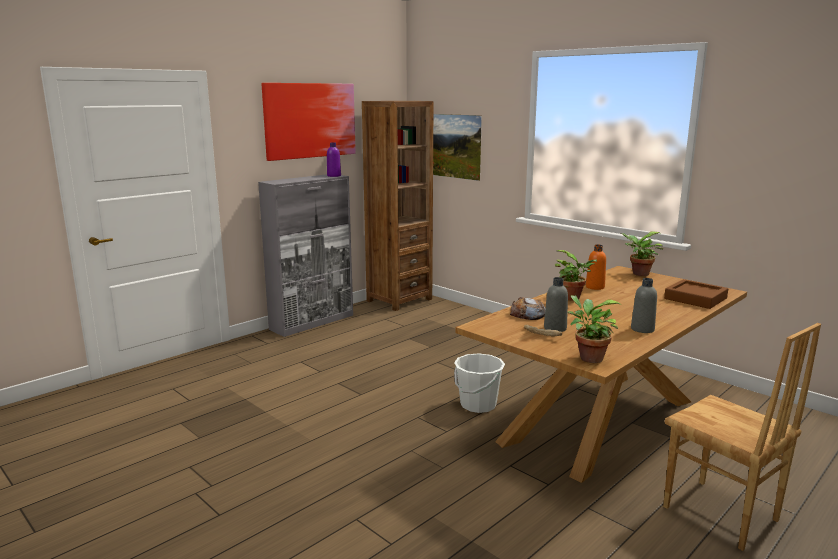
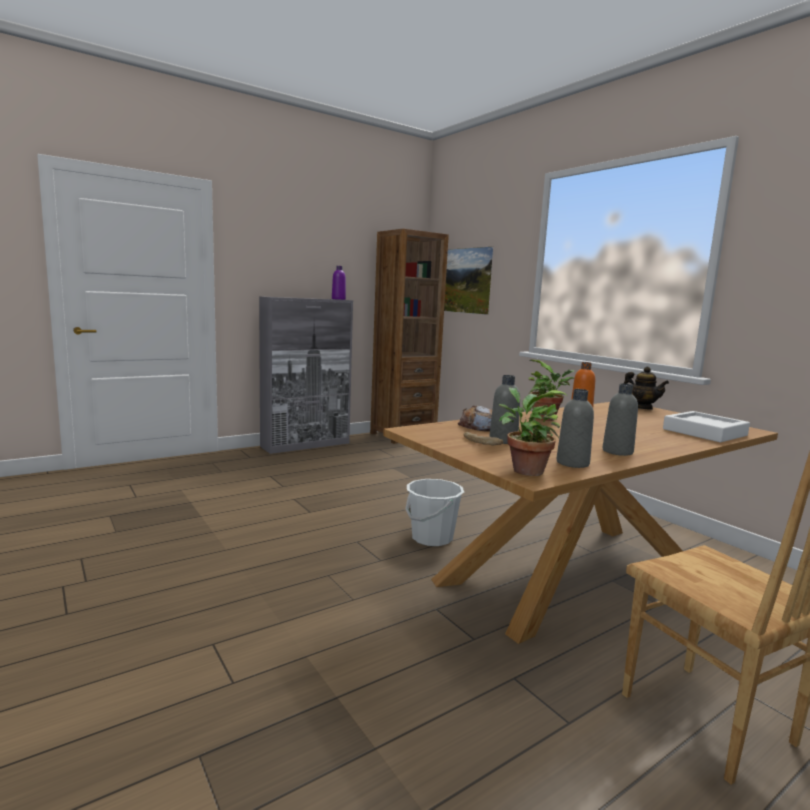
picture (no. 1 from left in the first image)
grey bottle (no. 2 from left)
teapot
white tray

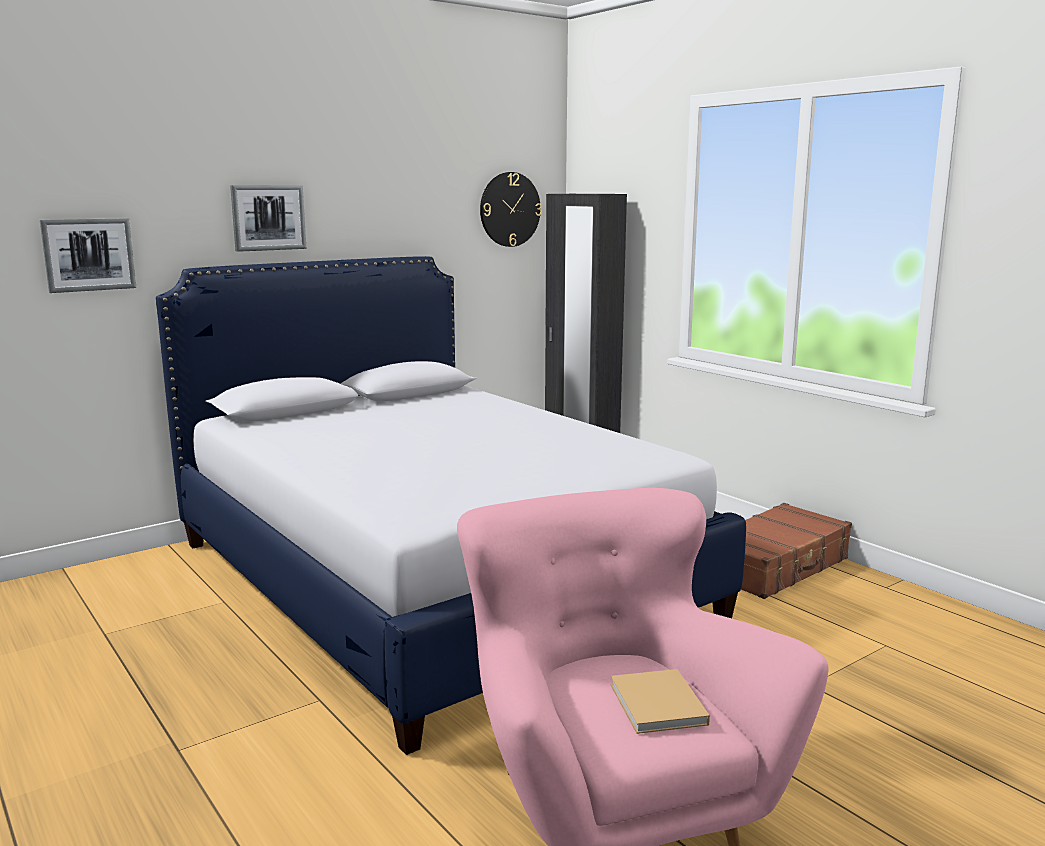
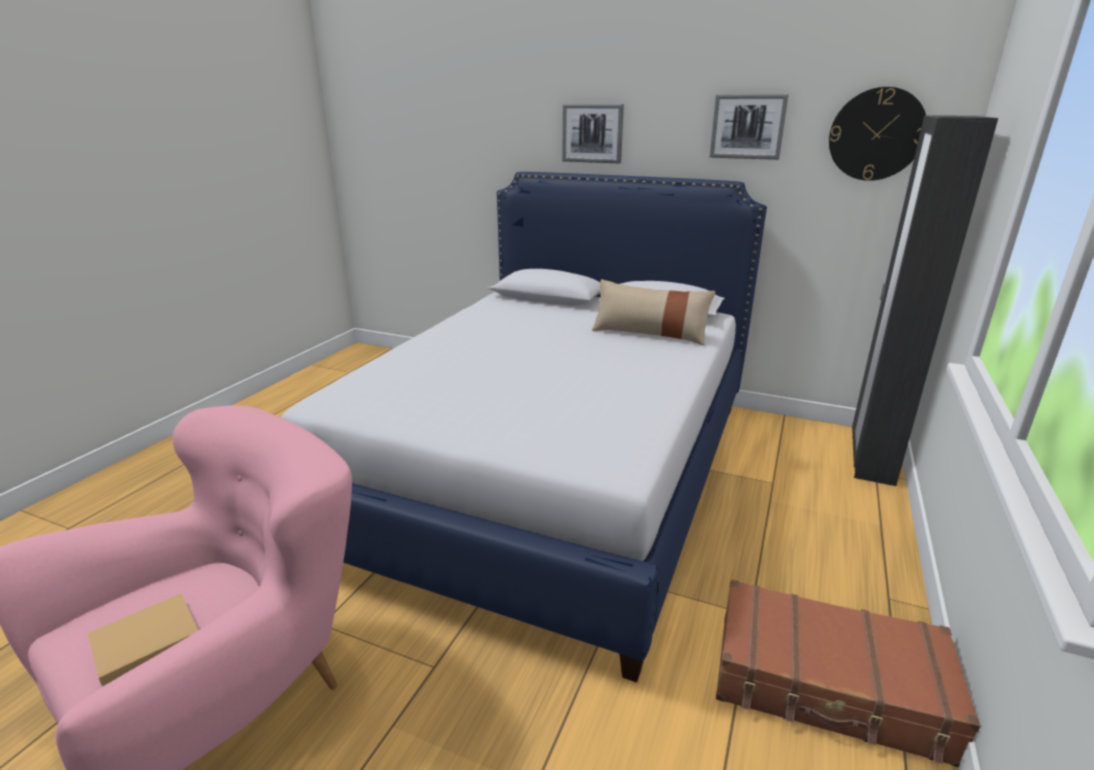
beige pillow
picture (no. 2 from left)

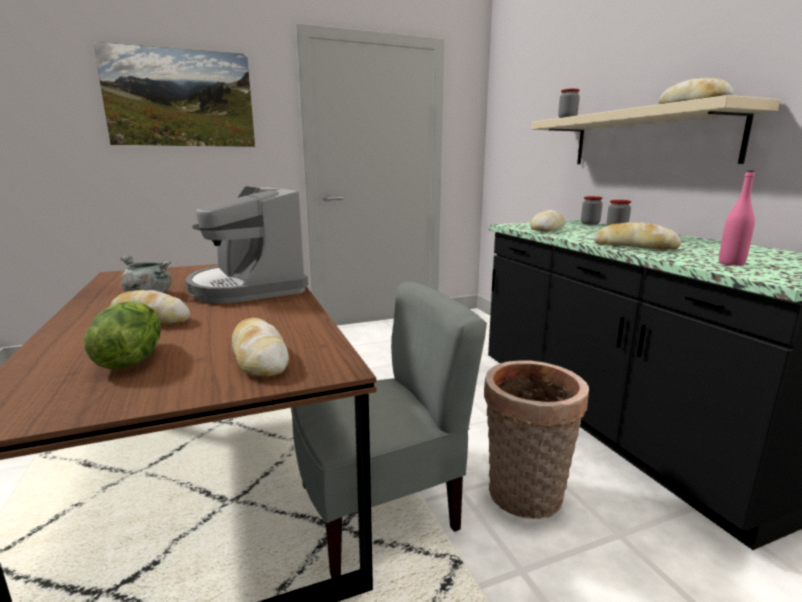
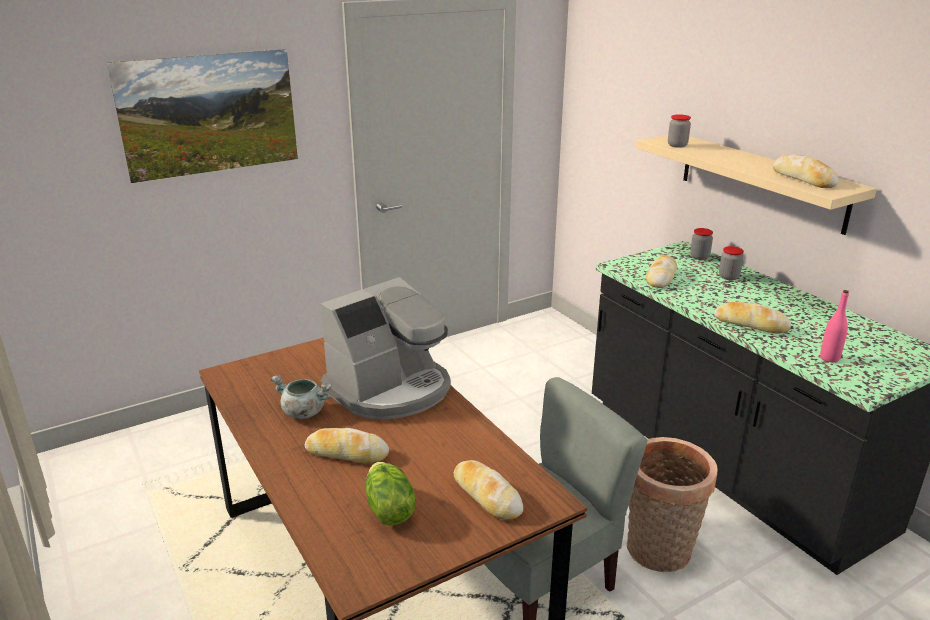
coffee machine

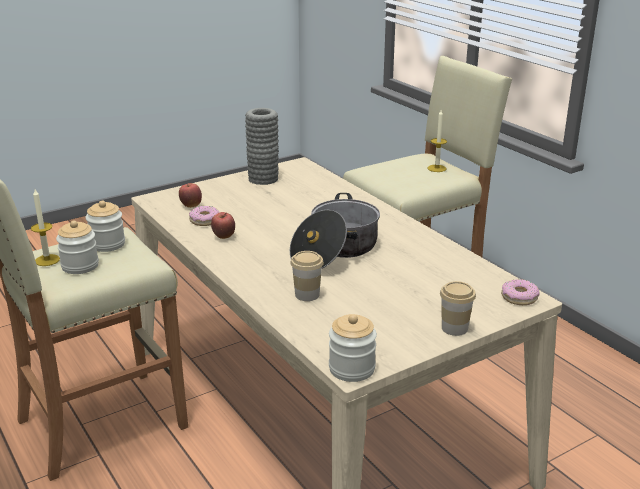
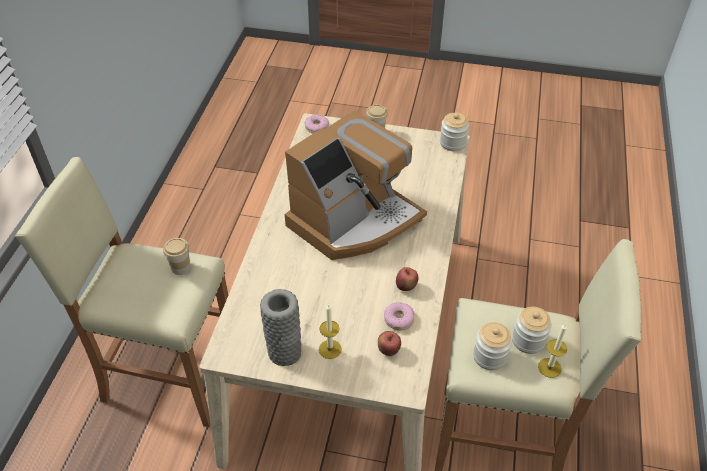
cup (no. 1 from left)
candle (no. 1 from left)
coffee machine

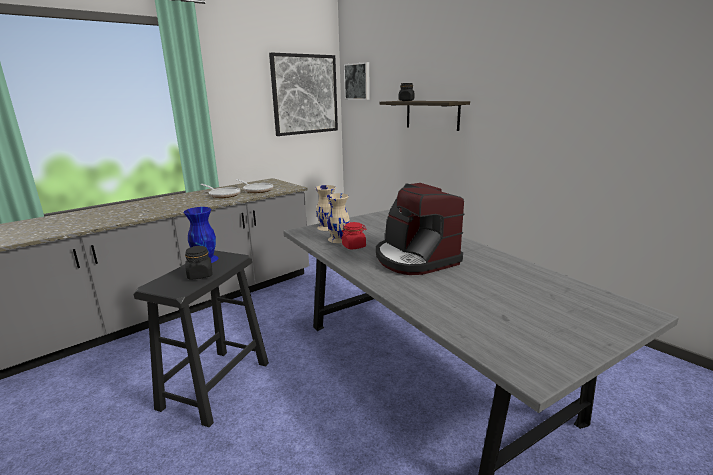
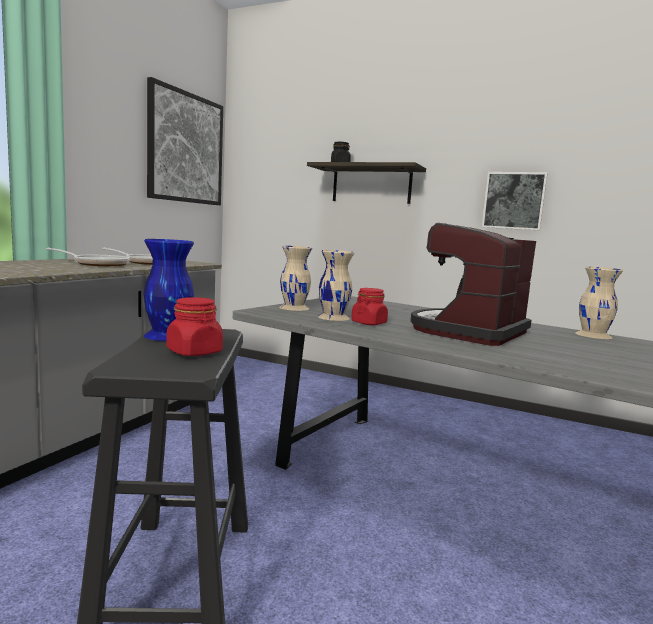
beige vase (no. 3 from left)
picture (no. 2 from left)
red jar (no. 1 from left)
coffee machine

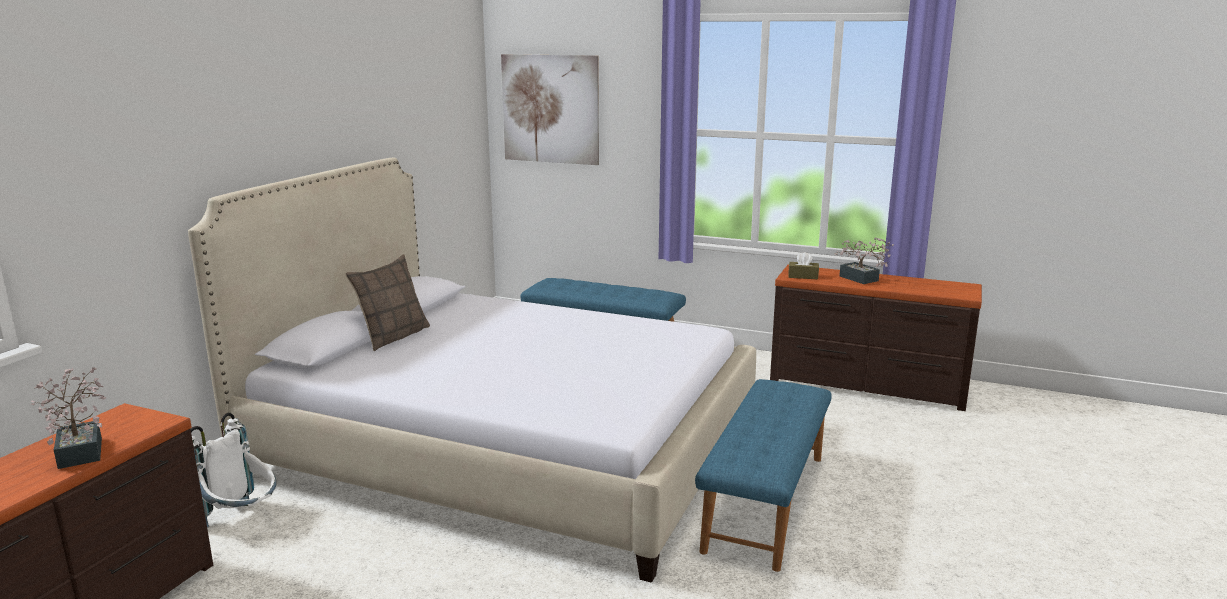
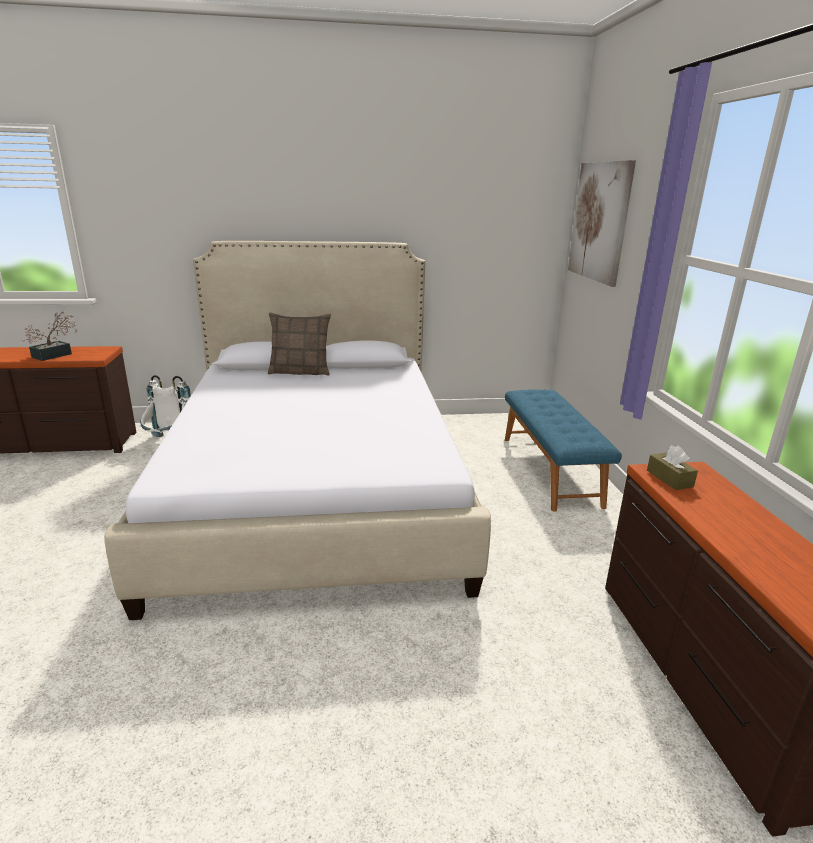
blue bench (no. 2 from left in the first image)
potted plant (no. 2 from left in the first image)

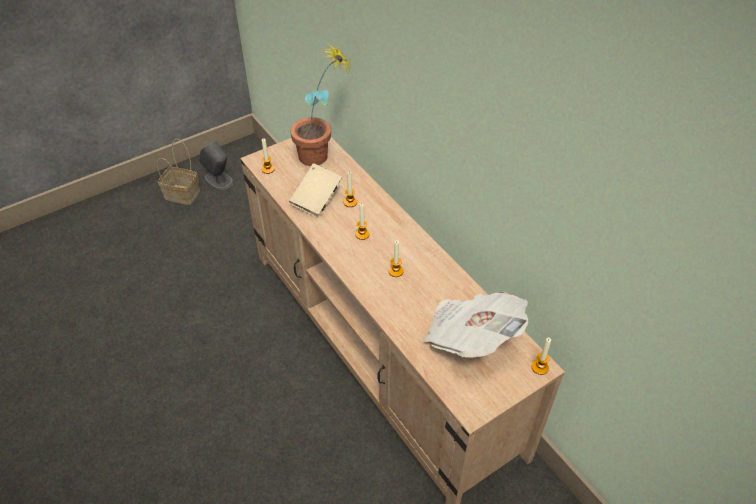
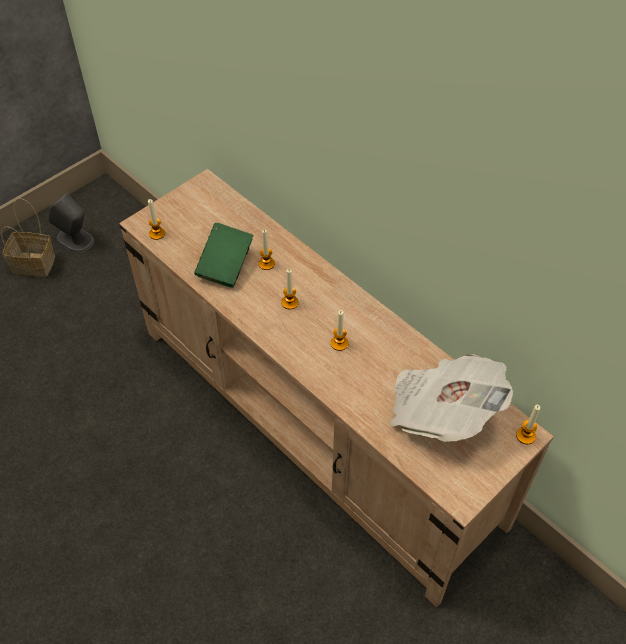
potted plant
green book

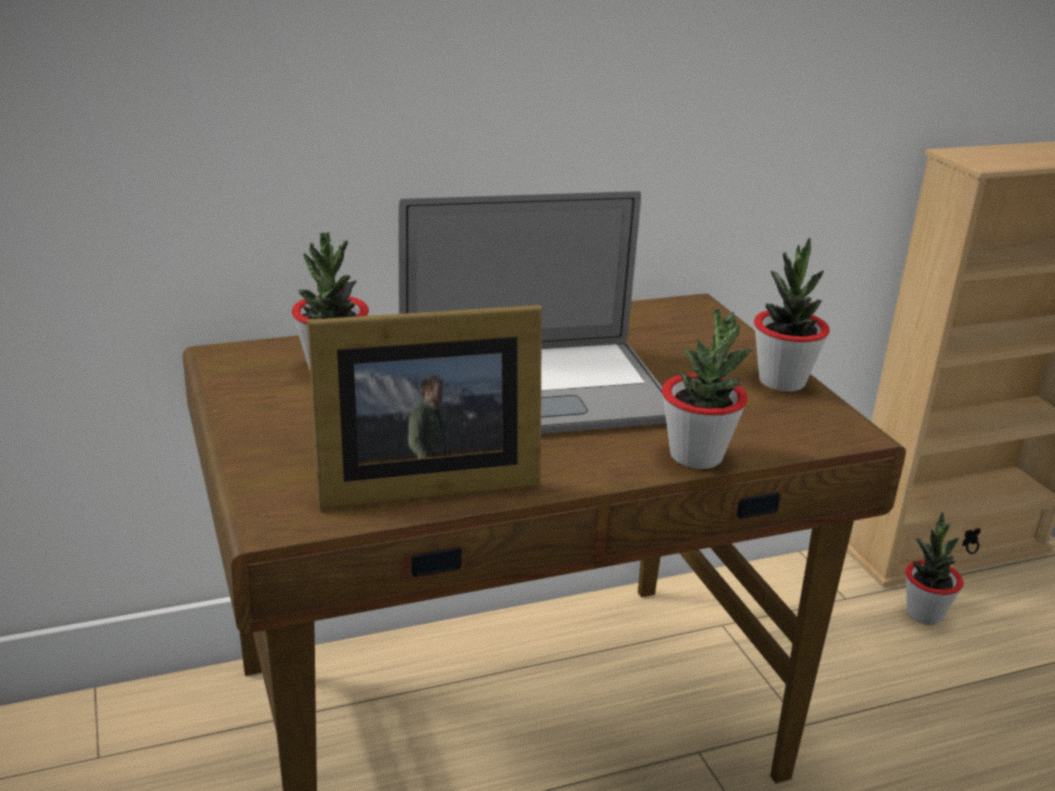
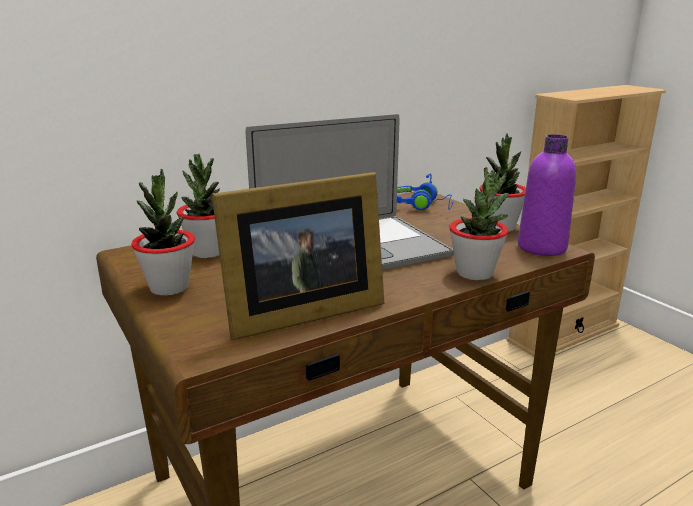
blue headphones
purple bottle
potted plant (no. 1 from left)

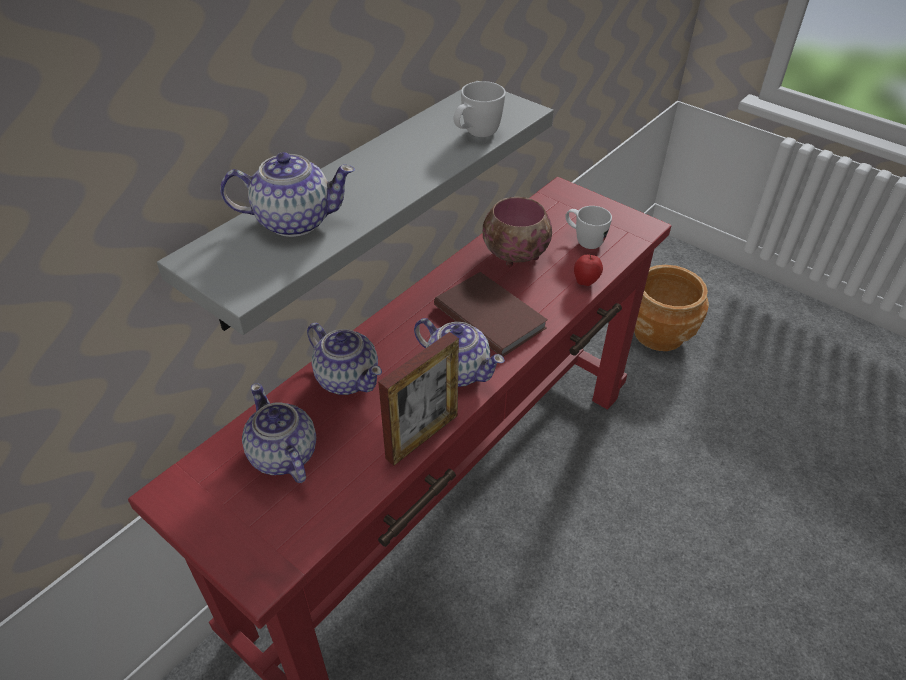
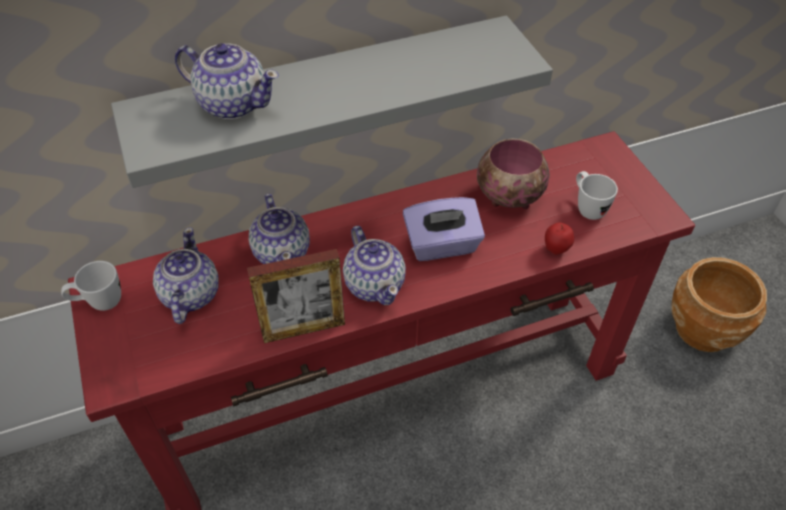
white mug (no. 1 from left)
purple tissue box

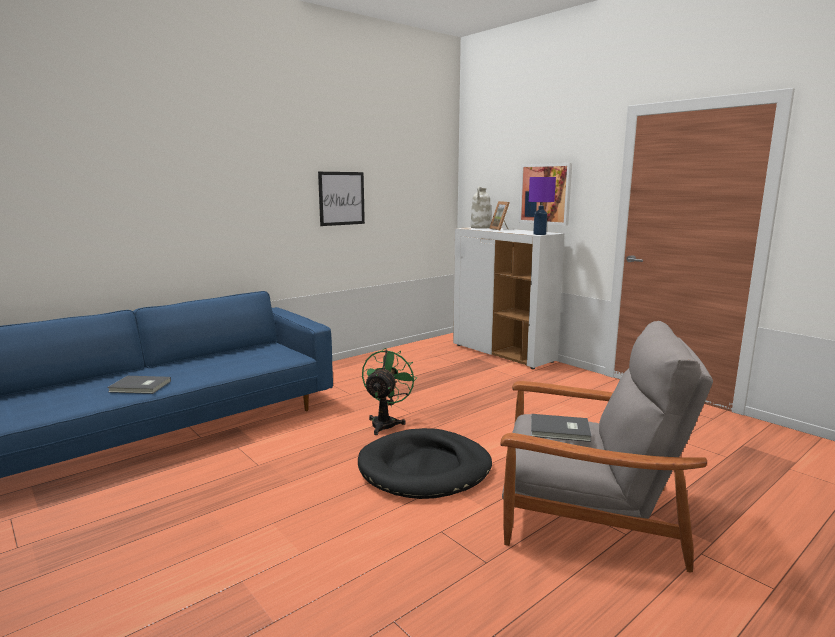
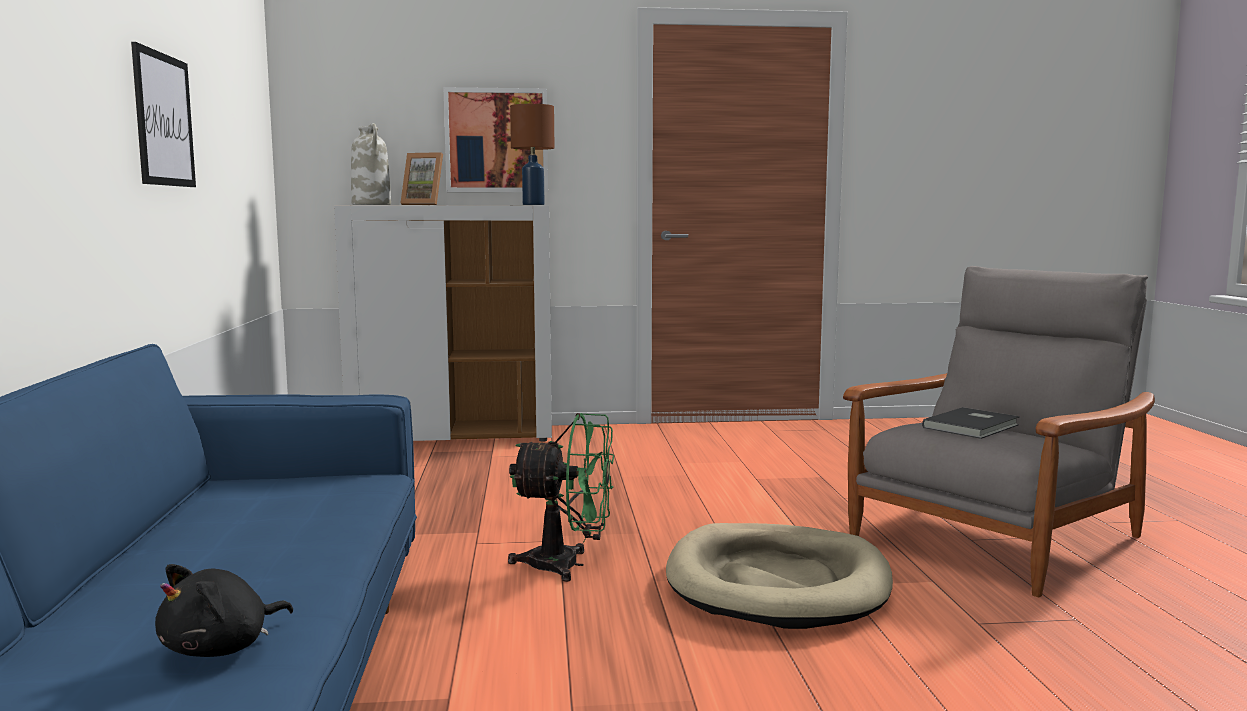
black plush toy
beige dog bed
brown table lamp
green fan

